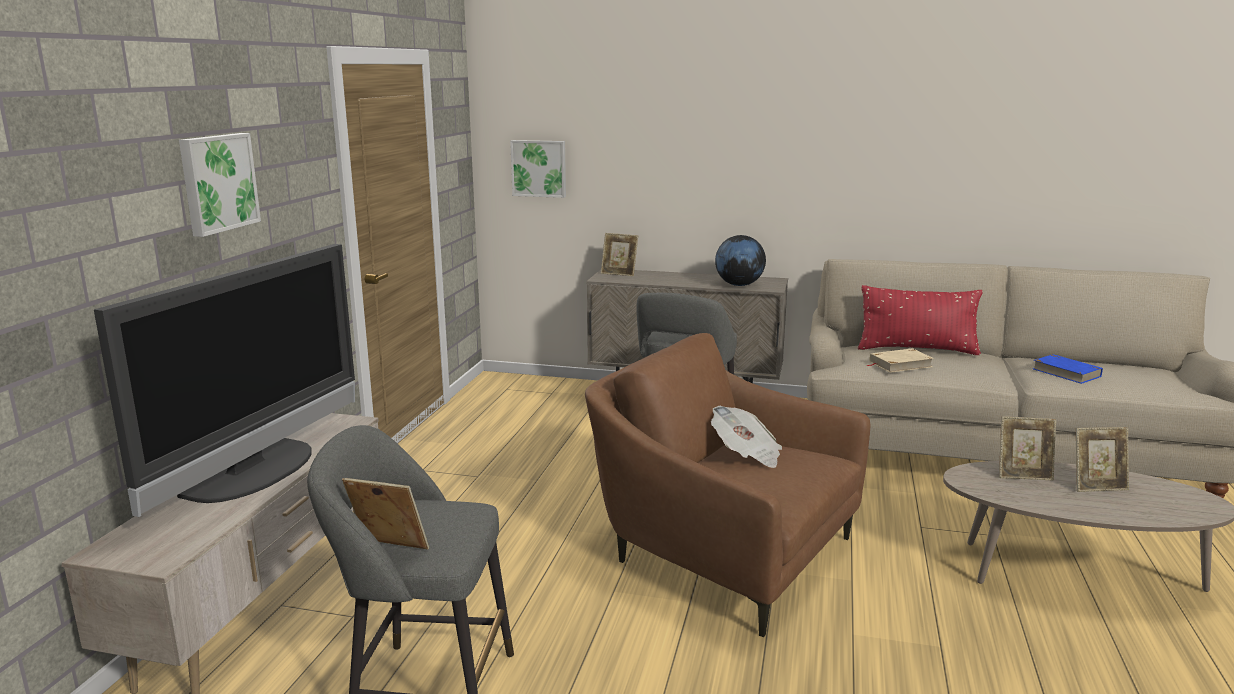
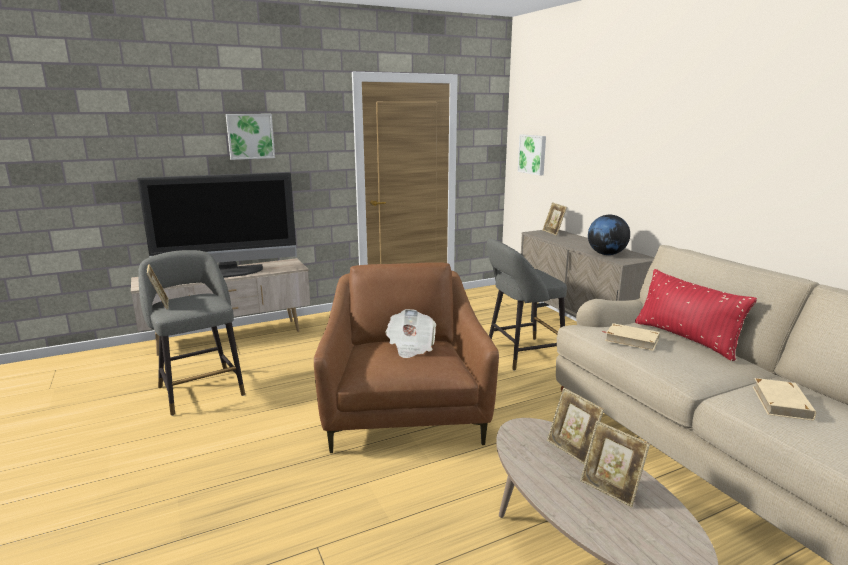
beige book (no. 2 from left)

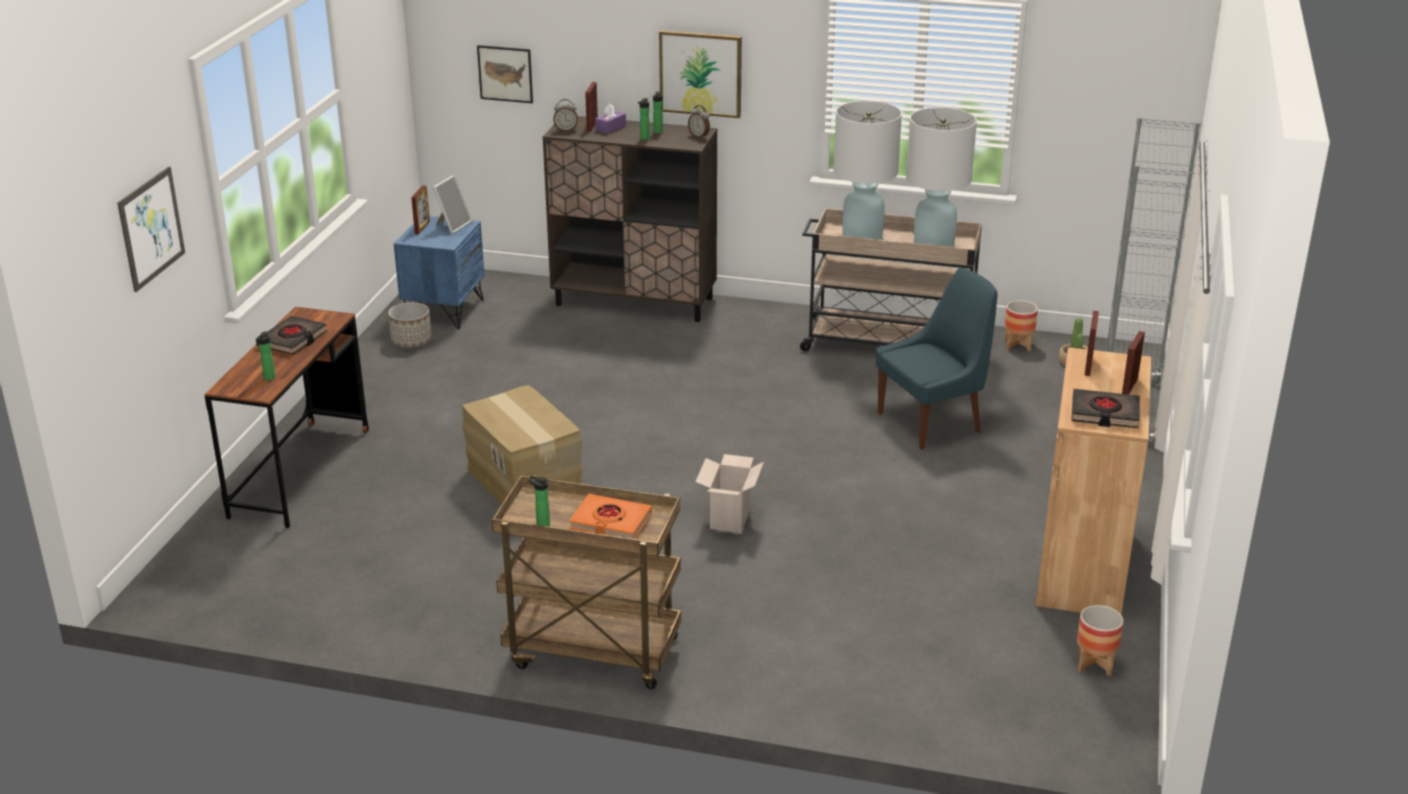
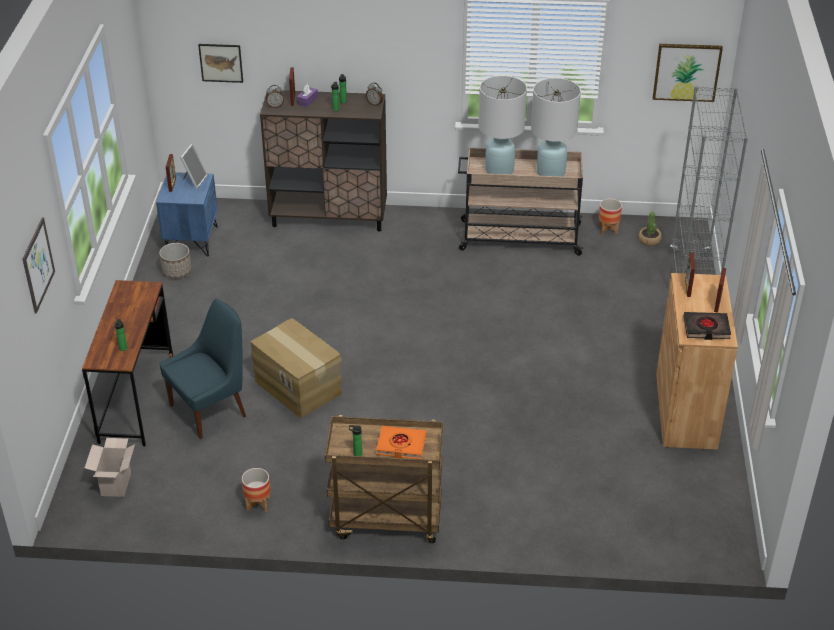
black book (no. 1 from left in the first image)
picture (no. 3 from left)
cardboard box (no. 1 from left)
blue chair
planter (no. 2 from left)

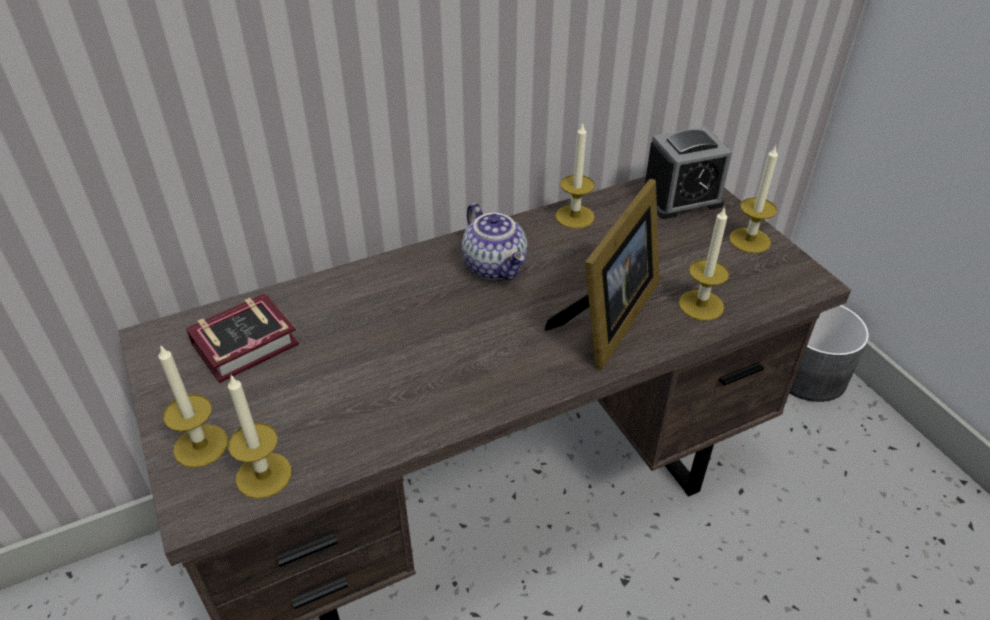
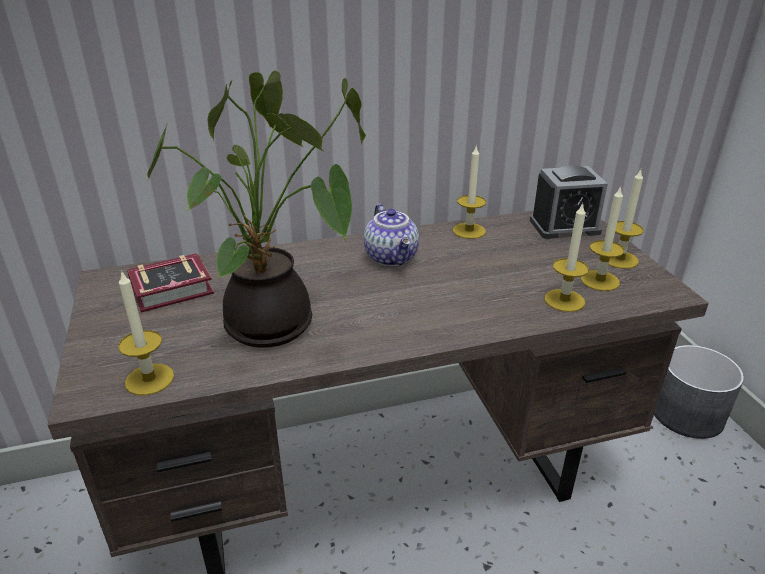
picture frame
potted plant
candle (no. 4 from left)

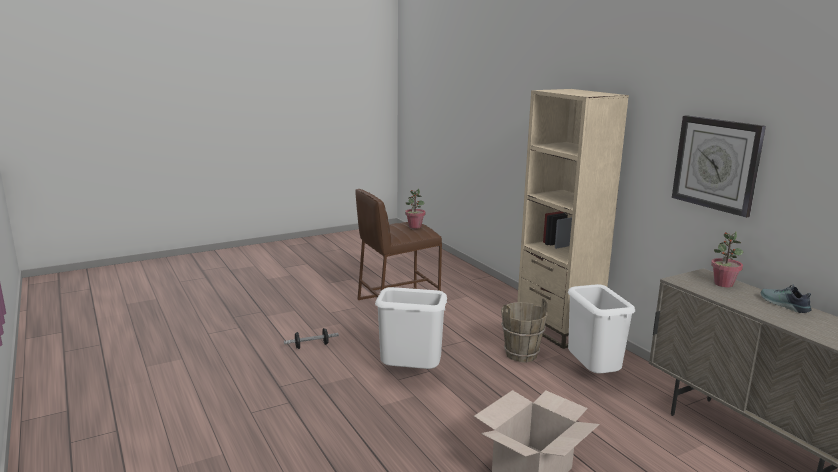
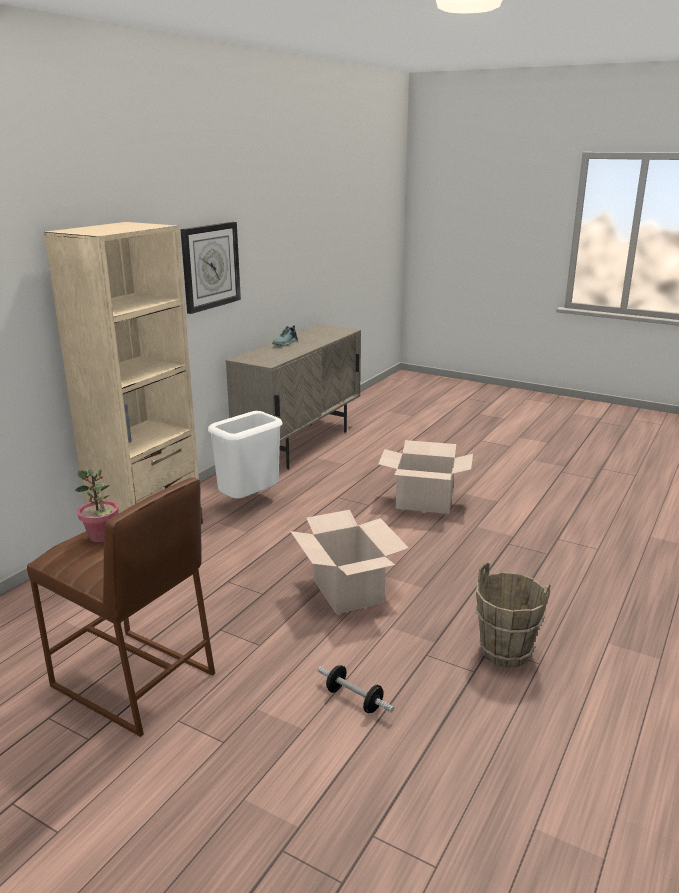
potted plant (no. 2 from left in the first image)
brown bucket
cardboard box (no. 1 from left)

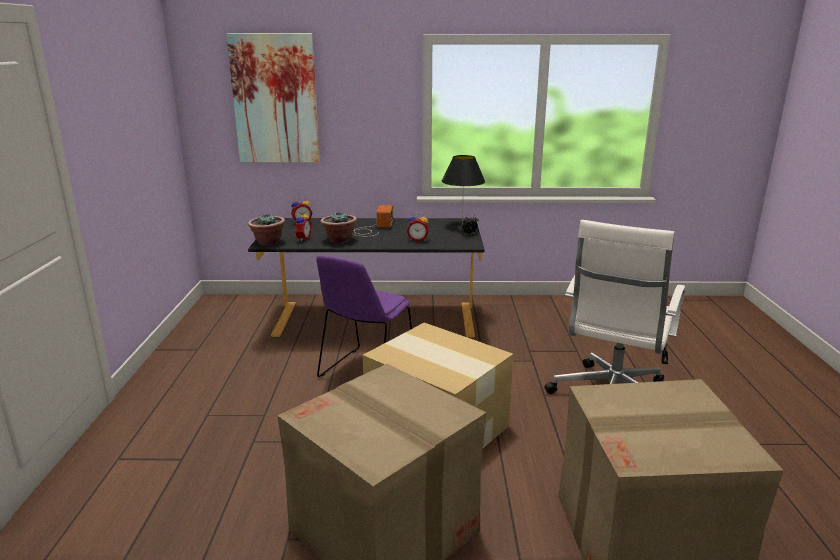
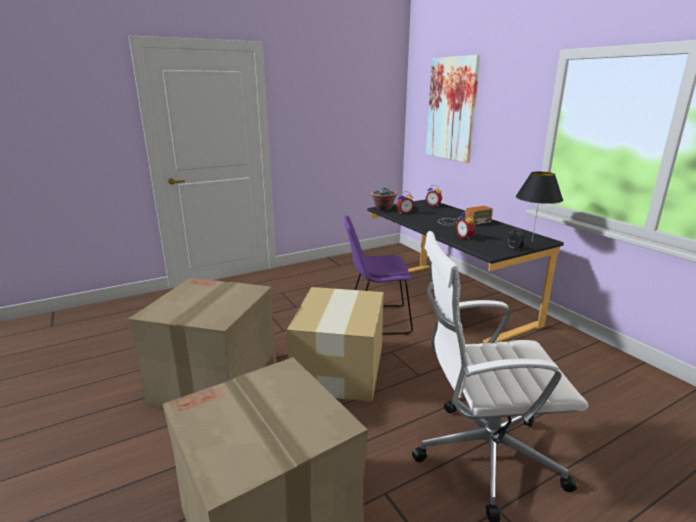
potted plant (no. 2 from left in the first image)

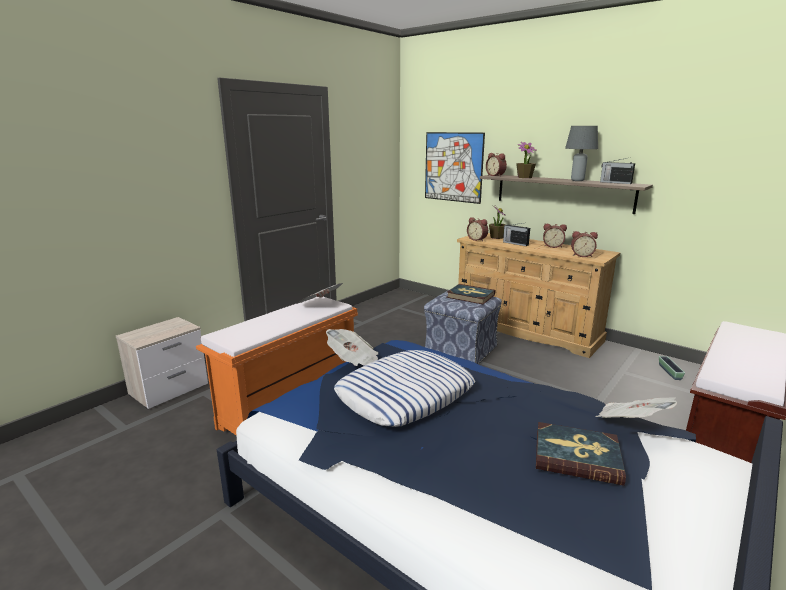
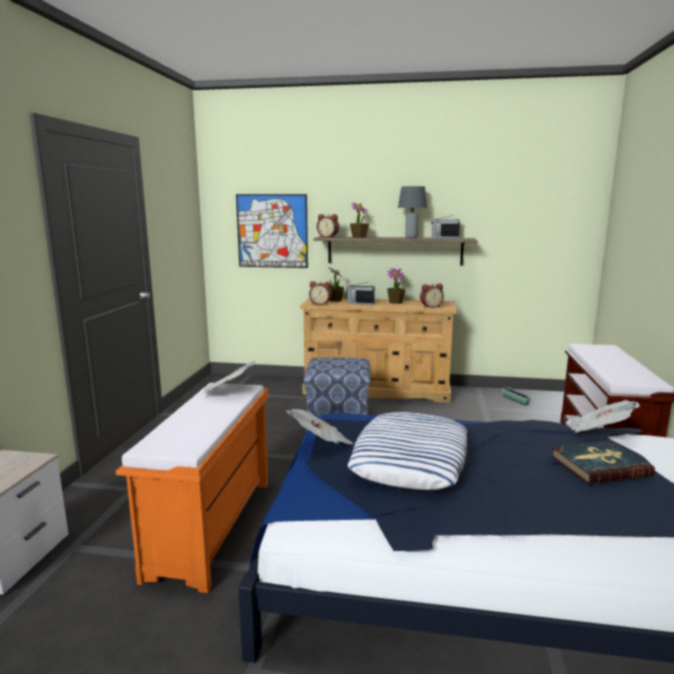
book (no. 1 from left in the first image)
potted plant (no. 3 from left)

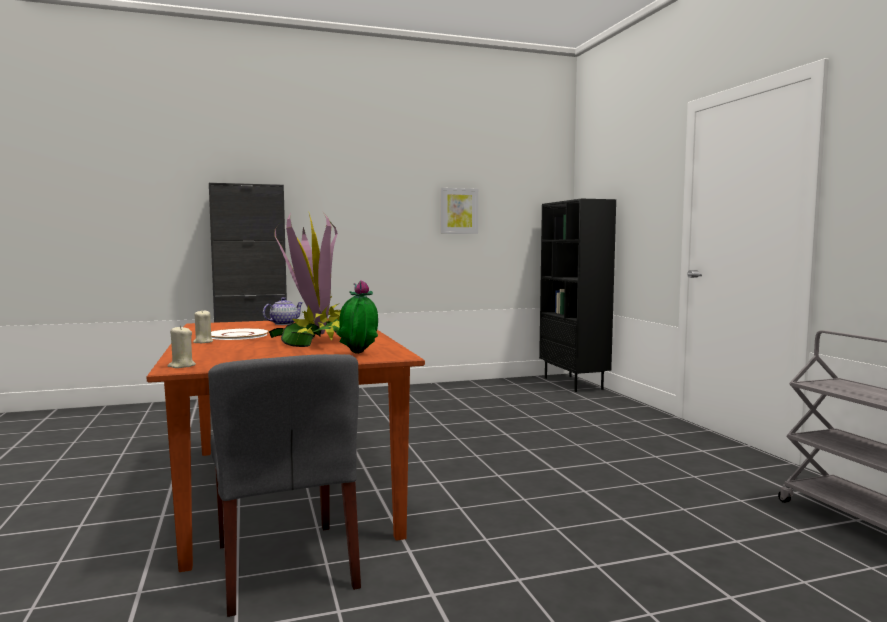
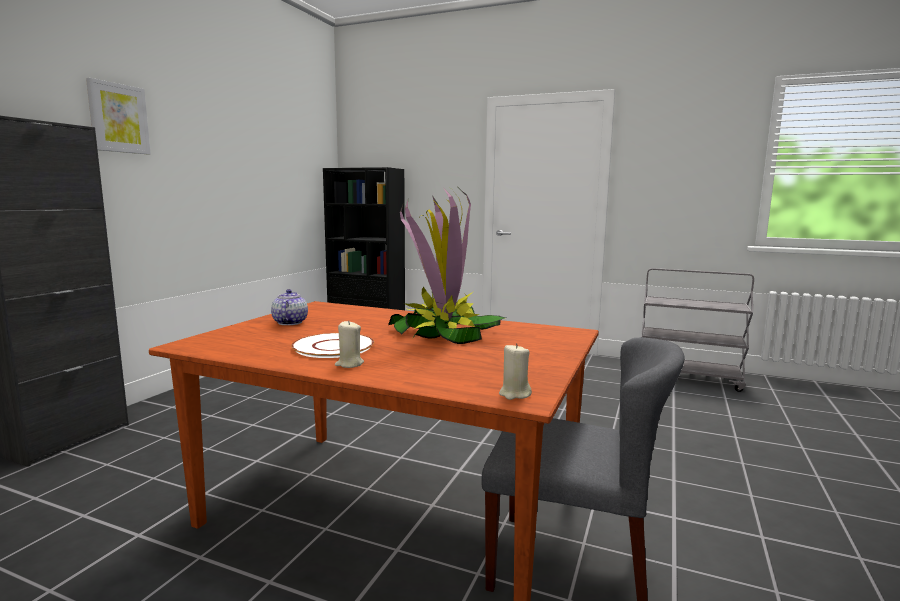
potted plant (no. 2 from left in the first image)
picture

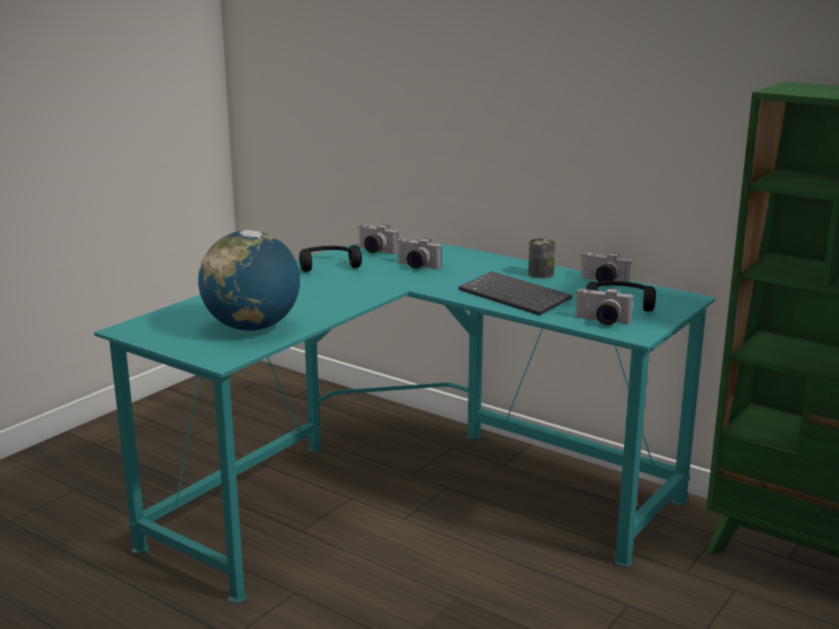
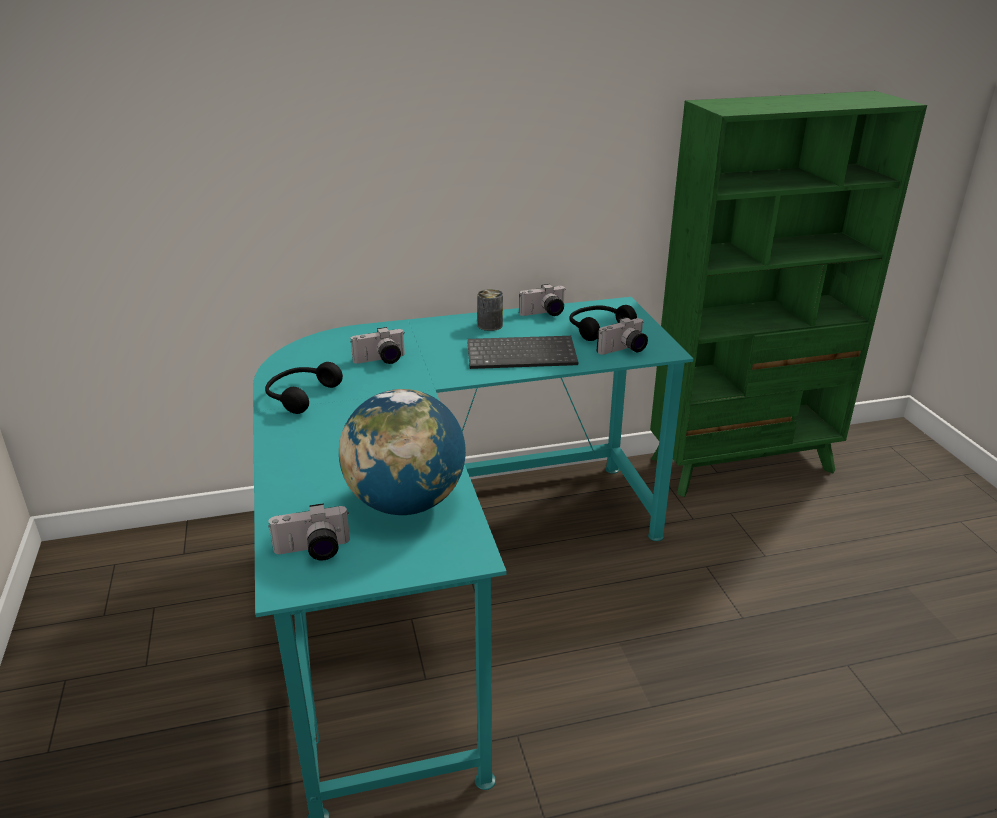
photo camera (no. 1 from left)

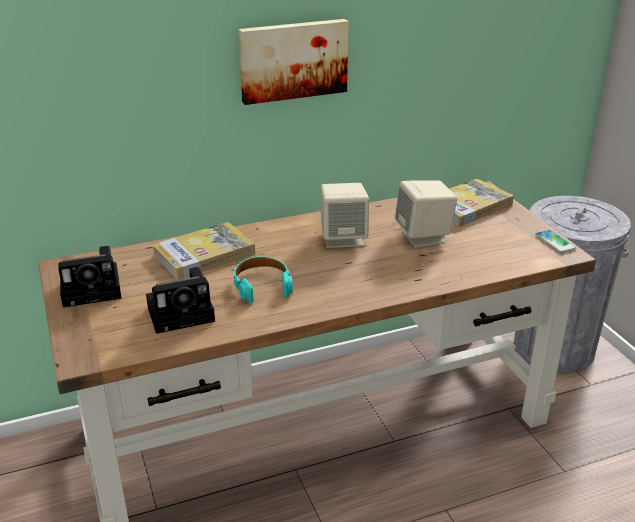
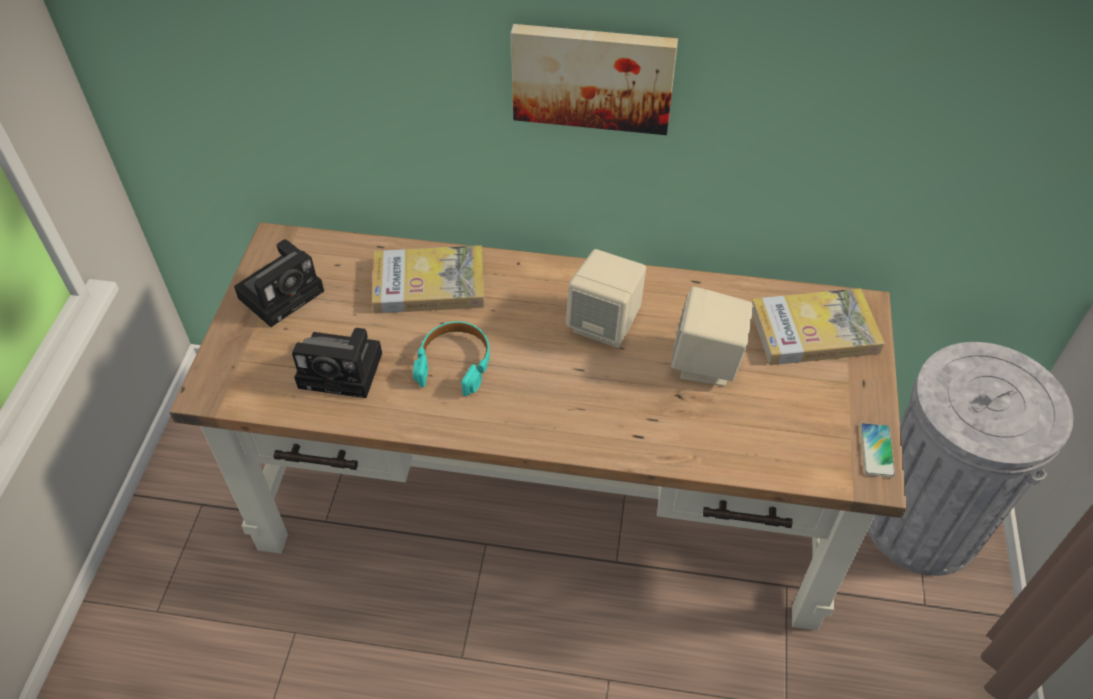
photo camera (no. 1 from left)

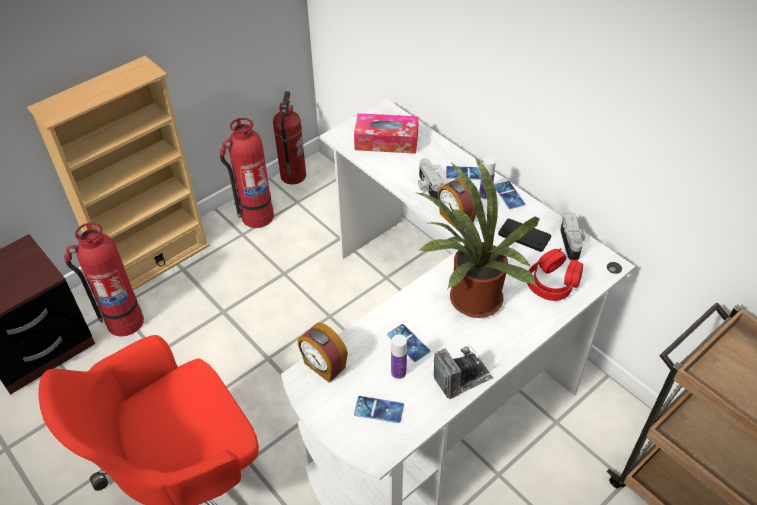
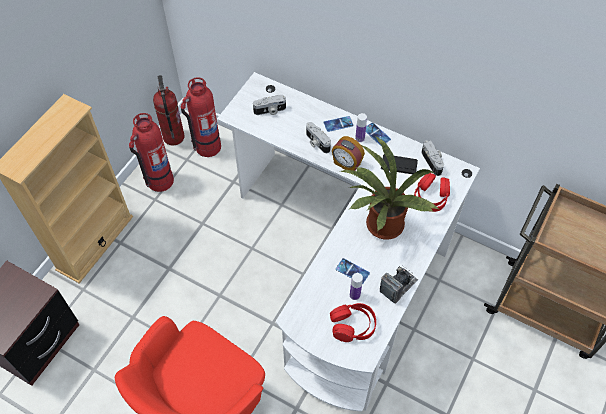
alarm clock (no. 1 from left in the first image)
fire extinguisher (no. 3 from left)
photo camera (no. 1 from left)
red headphones (no. 1 from left)

